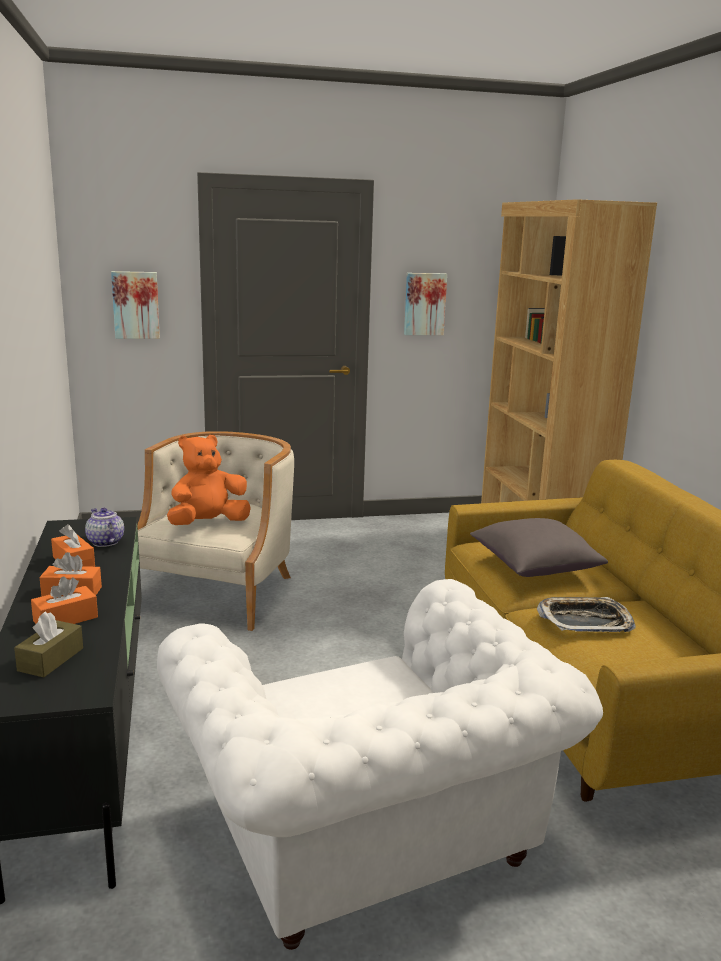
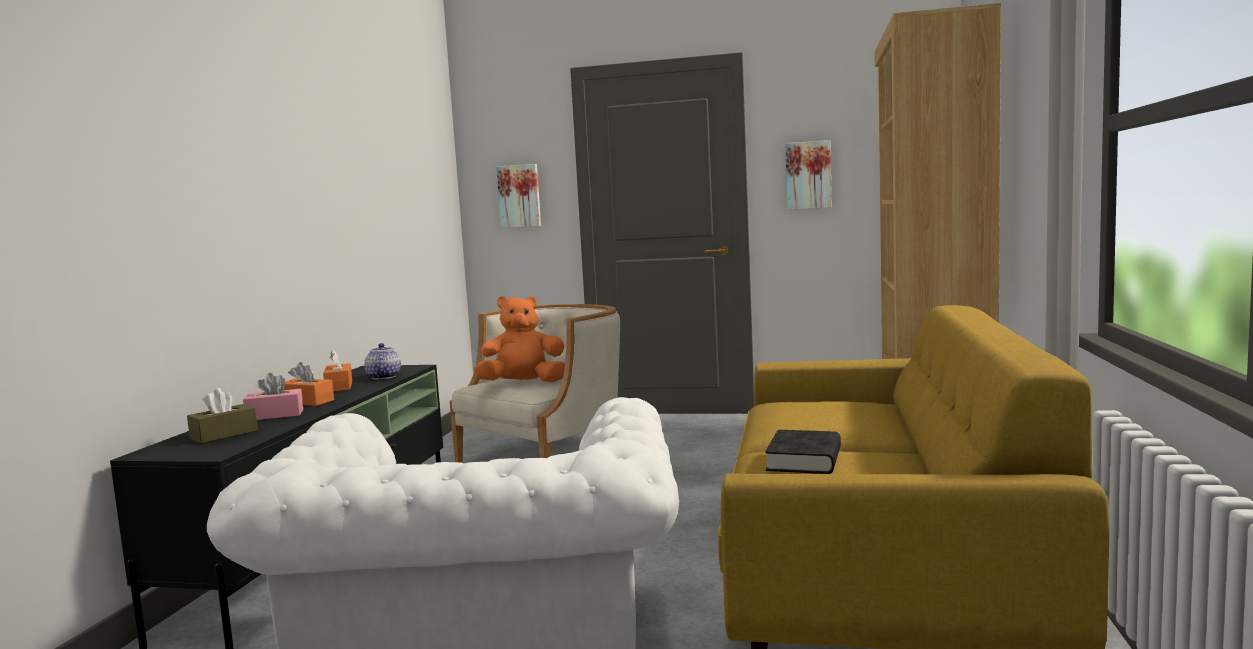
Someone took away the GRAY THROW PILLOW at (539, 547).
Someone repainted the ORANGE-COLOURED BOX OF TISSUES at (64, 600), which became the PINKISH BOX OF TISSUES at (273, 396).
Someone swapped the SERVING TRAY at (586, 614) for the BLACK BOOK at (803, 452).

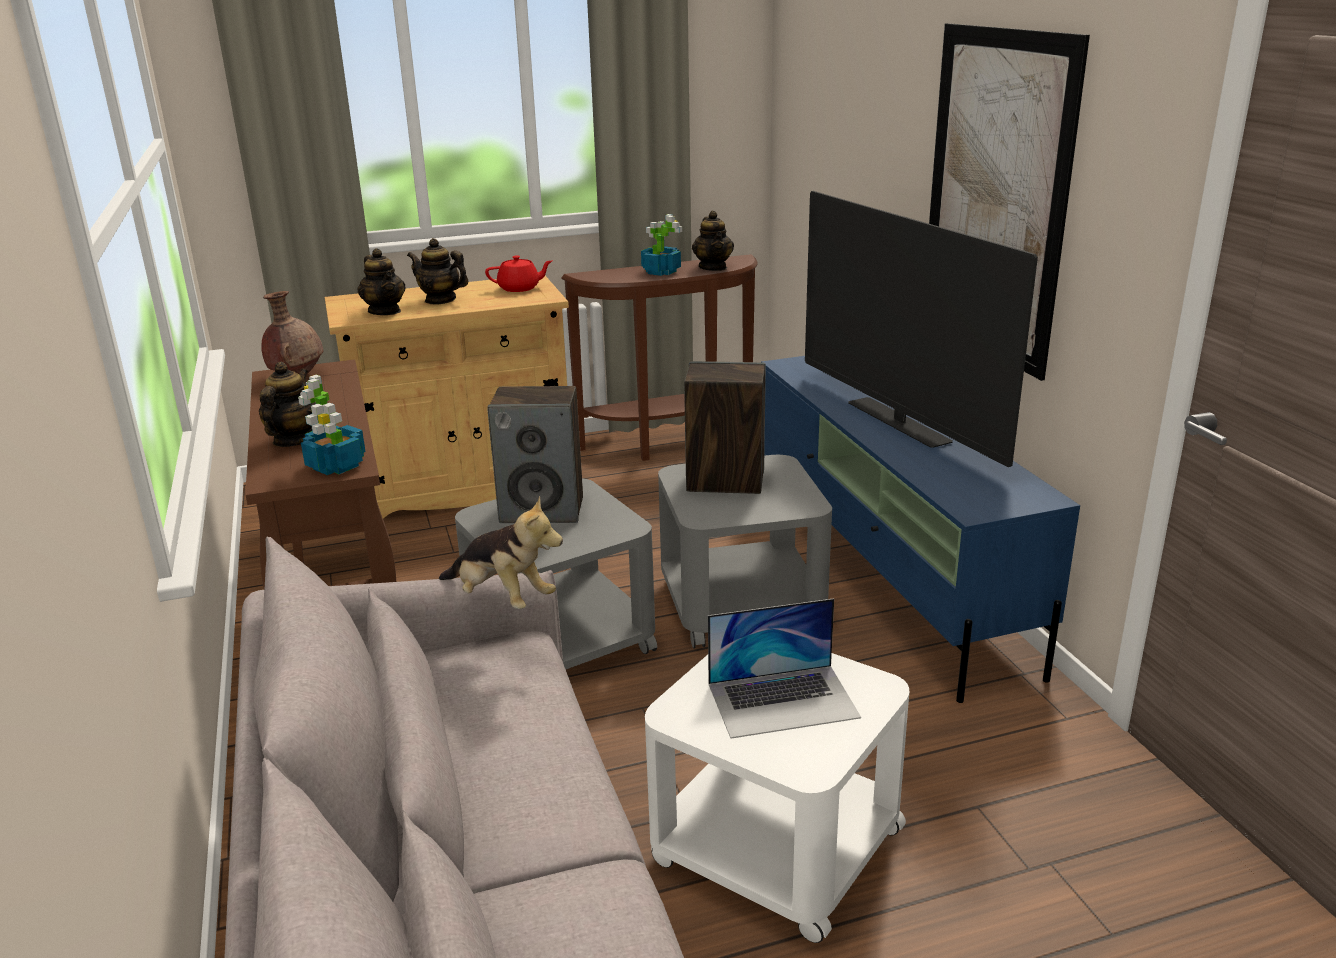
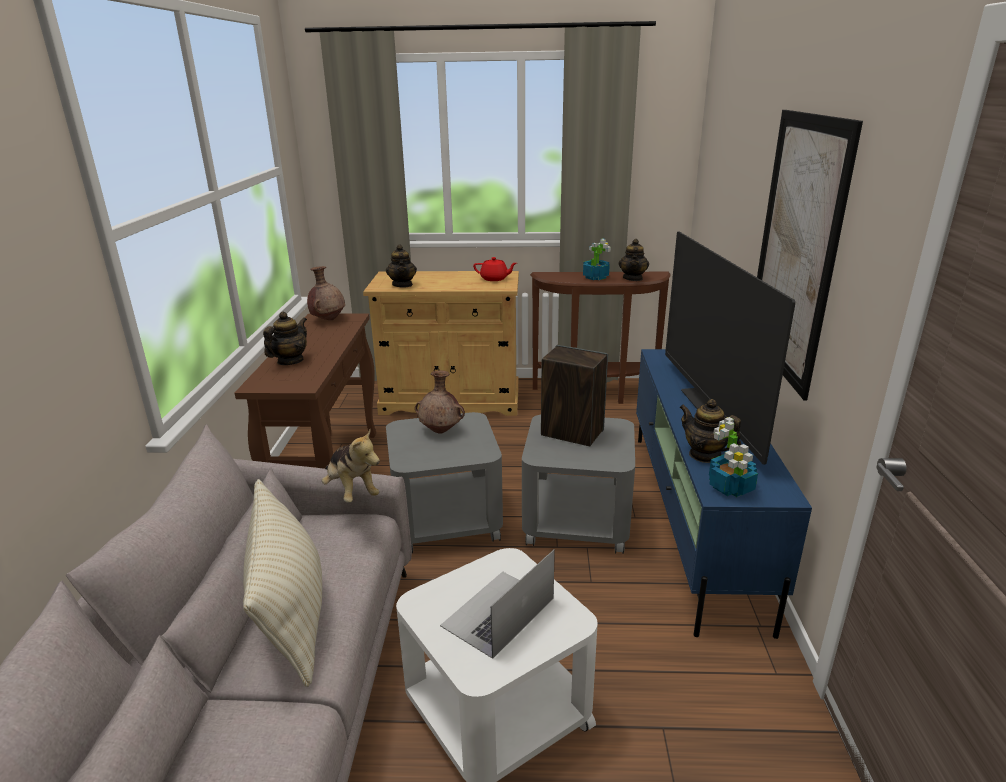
Someone carried the TEA POT from (437, 271) to (710, 431).
Someone carried the PLANT IN A POT from (332, 425) to (733, 457).
Someone swapped the AUDIO SPEAKER at (535, 454) for the BROWN-COLOURED DECORATIVE VASE at (440, 402).
Someone rotated the PORTABLE COMPUTER at (784, 668) by 120 degrees clockwise.
Someone put down the BEIGE-COLOURED THROW PILLOW at (282, 583).

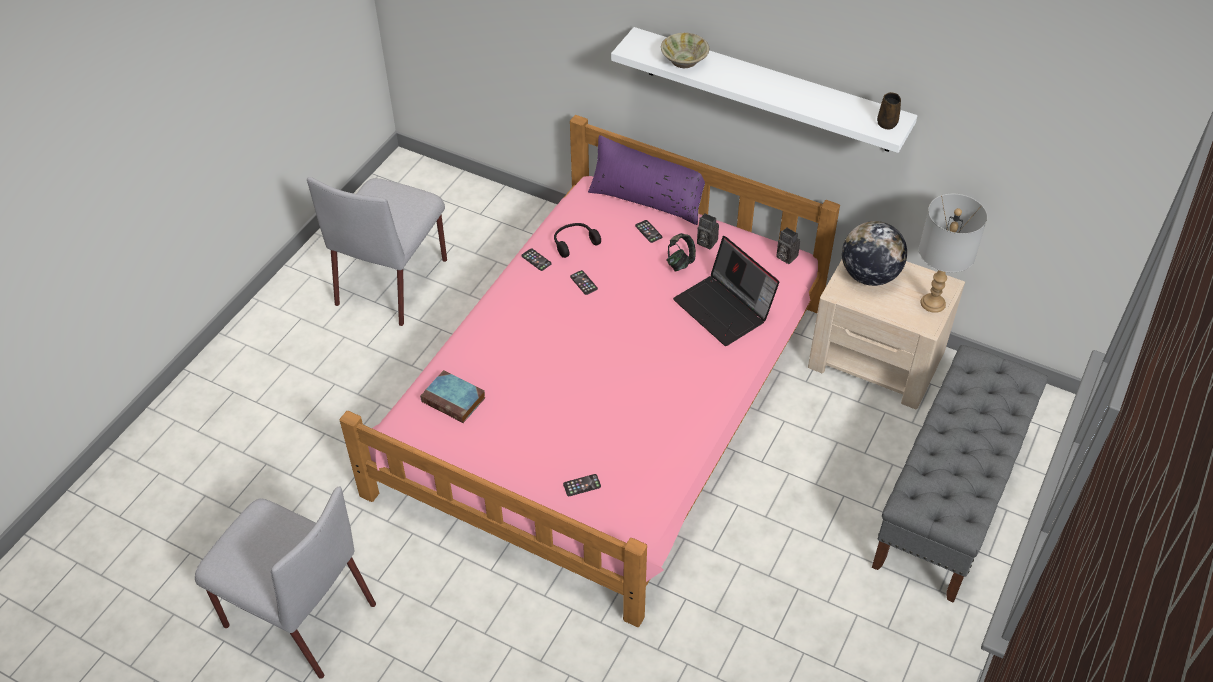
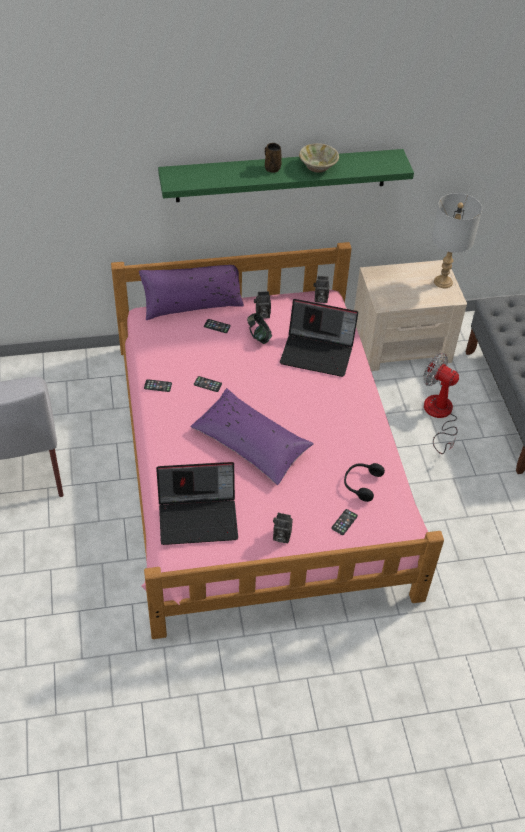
Someone repainted the WHITISH WALL SHELF at (764, 90), which became the GREEN-COLOURED WALL SHELF at (286, 175).
Someone carried the BEIGE-COLOURED SERVING BOWL from (685, 50) to (319, 157).
Someone carried the BROWN-COLOURED MUG from (889, 111) to (273, 158).
Someone took away the WORLD GLOBE at (874, 253).
Someone carried the BLACK PAIR OF HEADPHONES from (577, 240) to (364, 482).
Someone swapped the BOOK at (453, 396) for the PORTABLE COMPUTER at (197, 503).
Someone took away the GRAY PLAIN CHAIR at (285, 582).
Someone put down the FAN at (441, 403).
Someone put down the PURPLE THROW PILLOW at (252, 436).
Someone put down the PHOTO CAMERA at (283, 527).

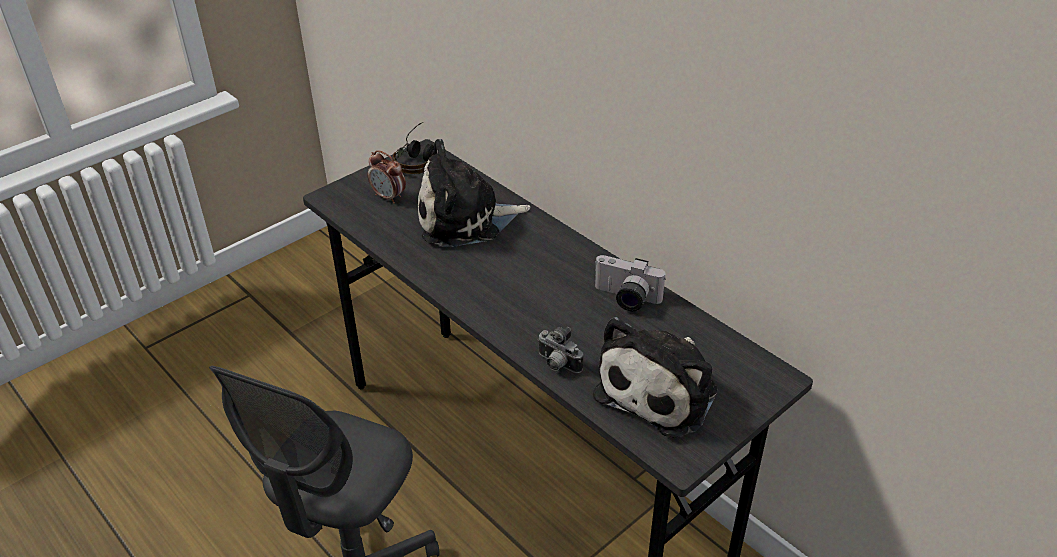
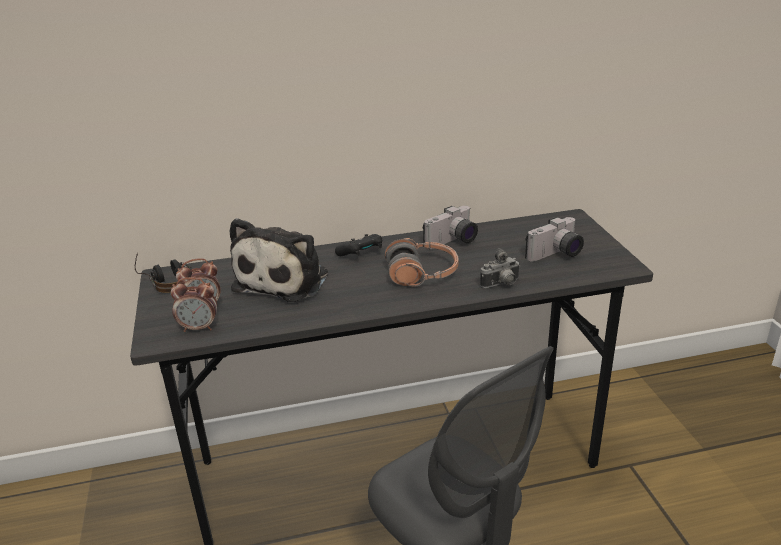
Someone swapped the CUDDLY TOY at (655, 377) for the PHOTO CAMERA at (554, 239).
Someone put down the BLACK GAME CONTROLLER at (358, 245).
Someone put down the PAIR OF HEADPHONES at (422, 262).
Someone put down the BEDSIDE CLOCK at (194, 304).

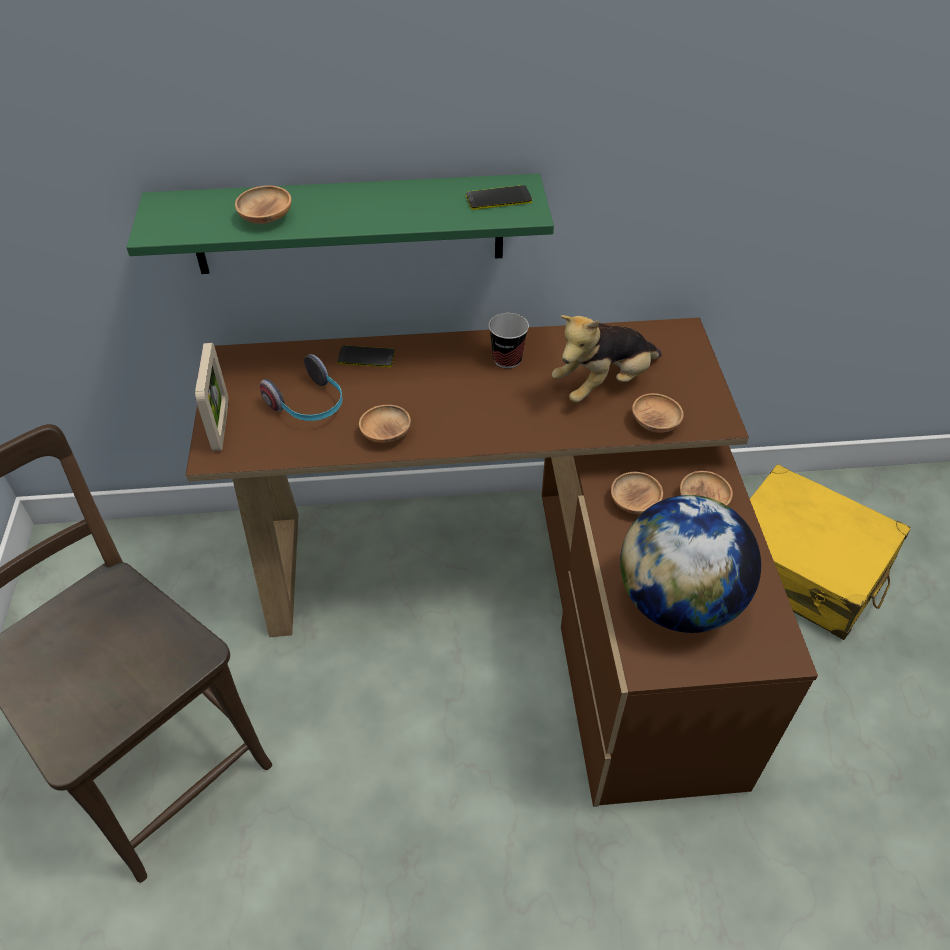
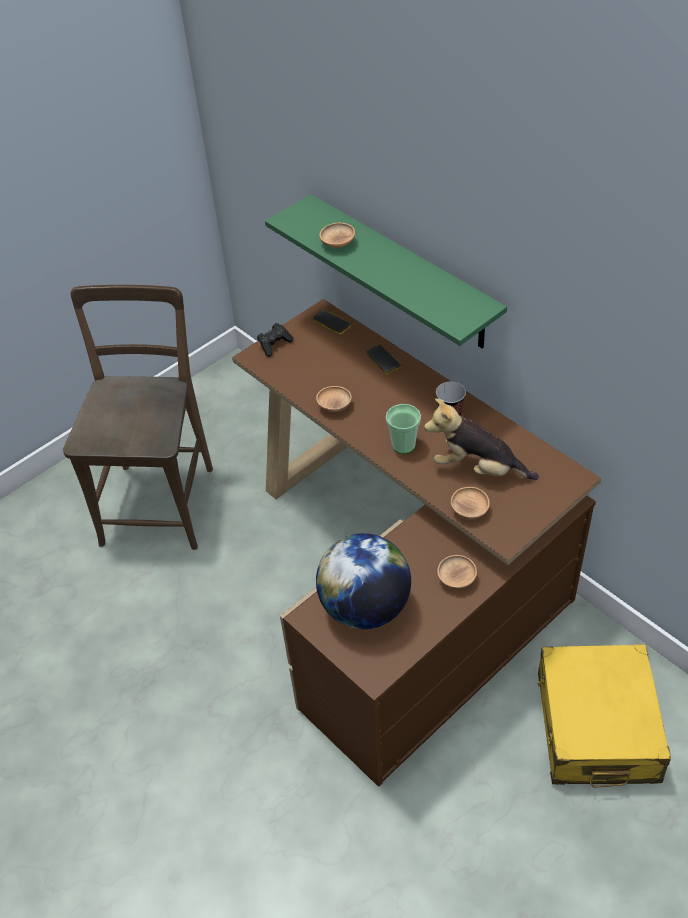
Someone carried the HANDSET from (499, 197) to (332, 322).
Someone swapped the PHOTO FRAME at (212, 397) for the BLACK GAME CONTROLLER at (275, 340).
Someone took away the PAIR OF HEADPHONES at (301, 387).
Someone took away the BROWN-COLOURED SERVING BOWL at (637, 493).
Someone put down the CUP at (403, 429).

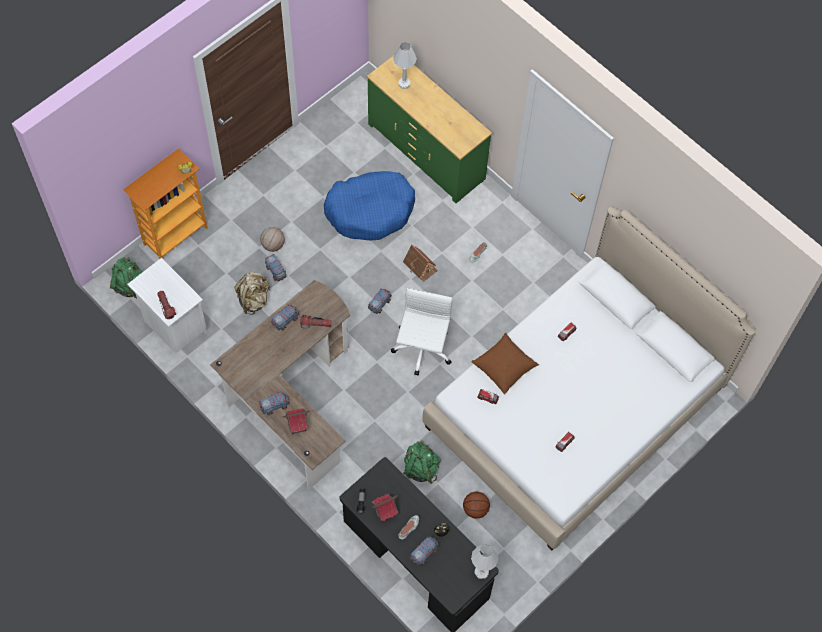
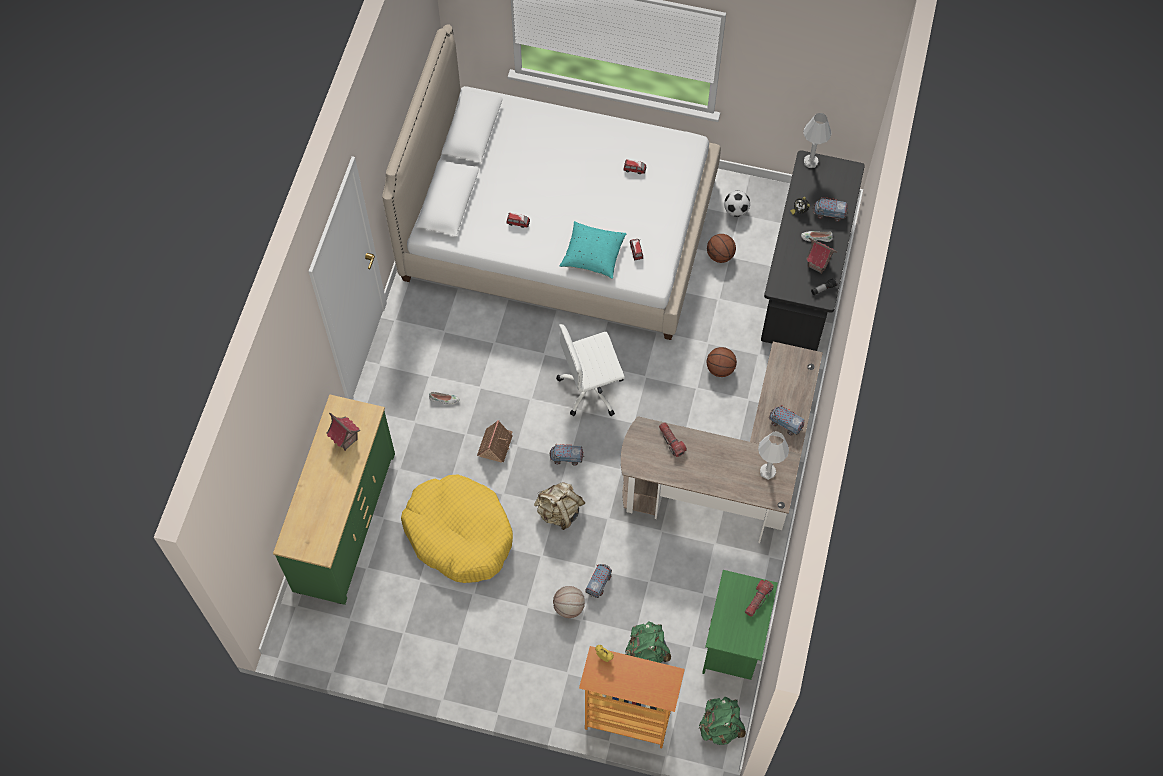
Someone carried the WHITISH LAMP FOR A TABLE from (405, 65) to (773, 456).
Someone repainted the BLUE-COLOURED DOG BED at (369, 205), which became the YELLOW DOG BED at (457, 529).
Someone repainted the WHITISH NIGHTSTAND at (167, 305), which became the GREEN-COLOURED NIGHTSTAND at (740, 625).
Someone carried the BEIGE-COLOURED RUCKSACK from (252, 293) to (560, 506).
Someone took away the TOY TRUCK at (285, 317).
Someone repainted the BROWN-COLOURED THROW PILLOW at (505, 364), which became the BLUE-GREEN THROW PILLOW at (593, 250).
Someone carried the MODEL HOUSE from (296, 421) to (343, 431).
Someone carried the GREEN-COLOURED RUCKSACK from (421, 462) to (648, 642).
Someone put down the FOOTBALL BALL at (737, 204).
Someone put down the BASKETBALL BALL at (722, 362).

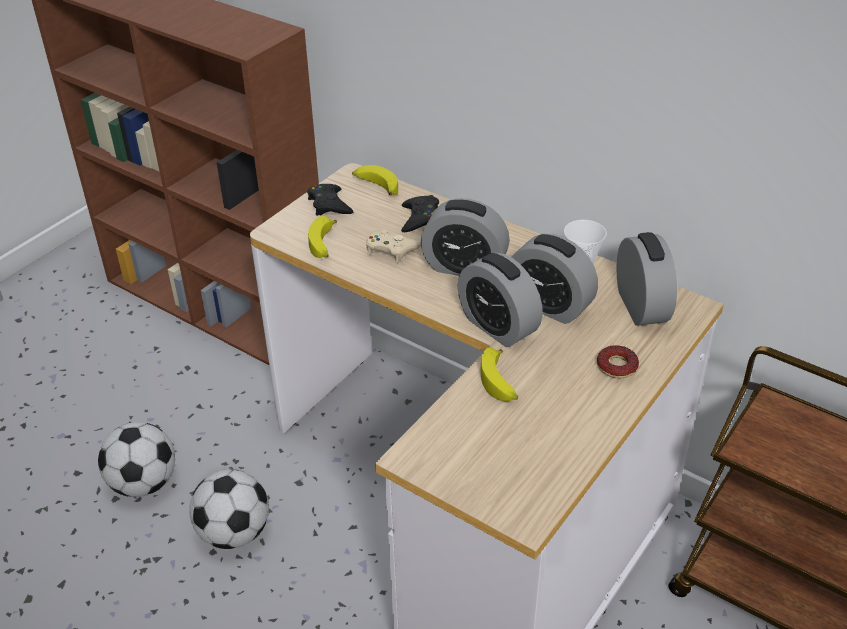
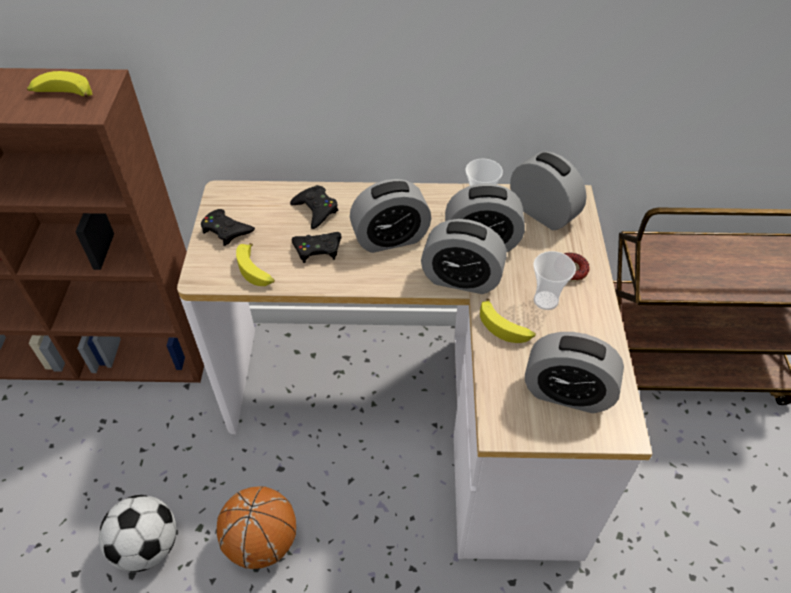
Someone carried the BANANA from (375, 180) to (59, 84).
Someone repainted the BEIGE-COLOURED GAME CONTROLLER at (393, 246), which became the BLACK GAME CONTROLLER at (316, 247).
Someone swapped the FOOTBALL BALL at (229, 509) for the BASKETBALL BALL at (256, 527).
Someone put down the CUP at (554, 280).
Someone put down the BEDSIDE CLOCK at (574, 372).

